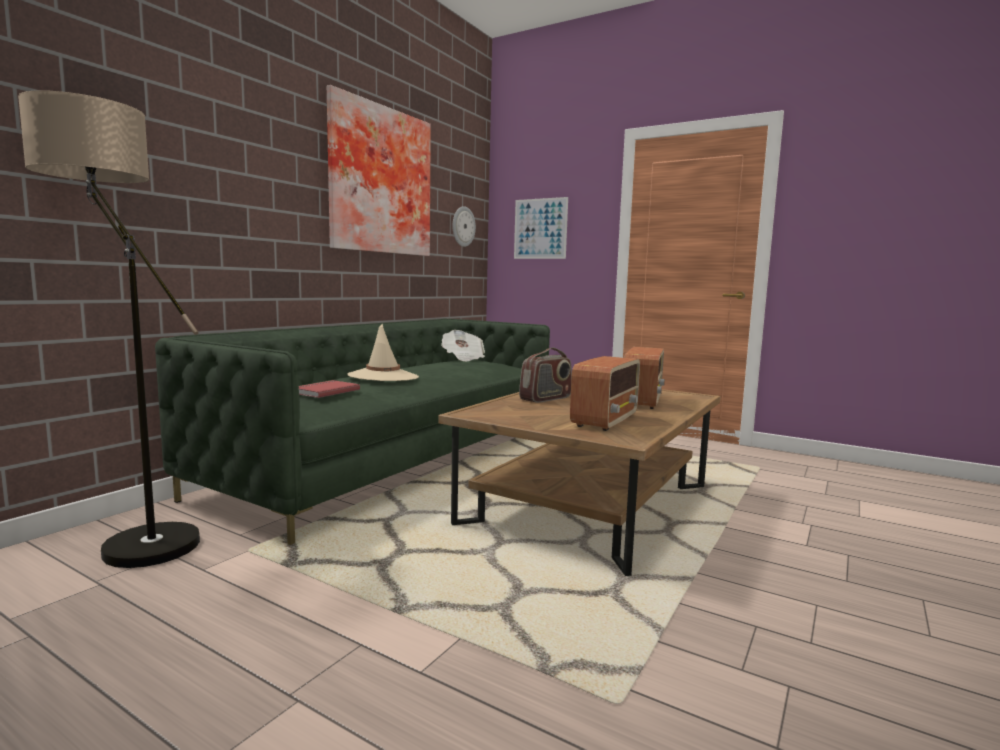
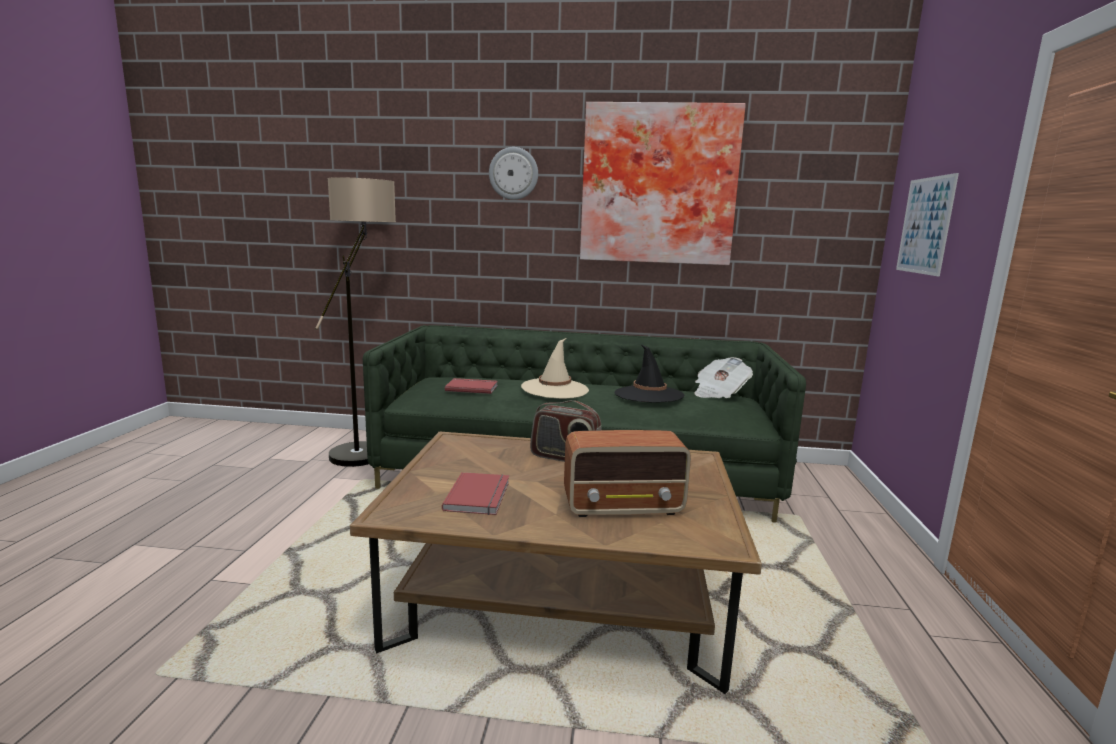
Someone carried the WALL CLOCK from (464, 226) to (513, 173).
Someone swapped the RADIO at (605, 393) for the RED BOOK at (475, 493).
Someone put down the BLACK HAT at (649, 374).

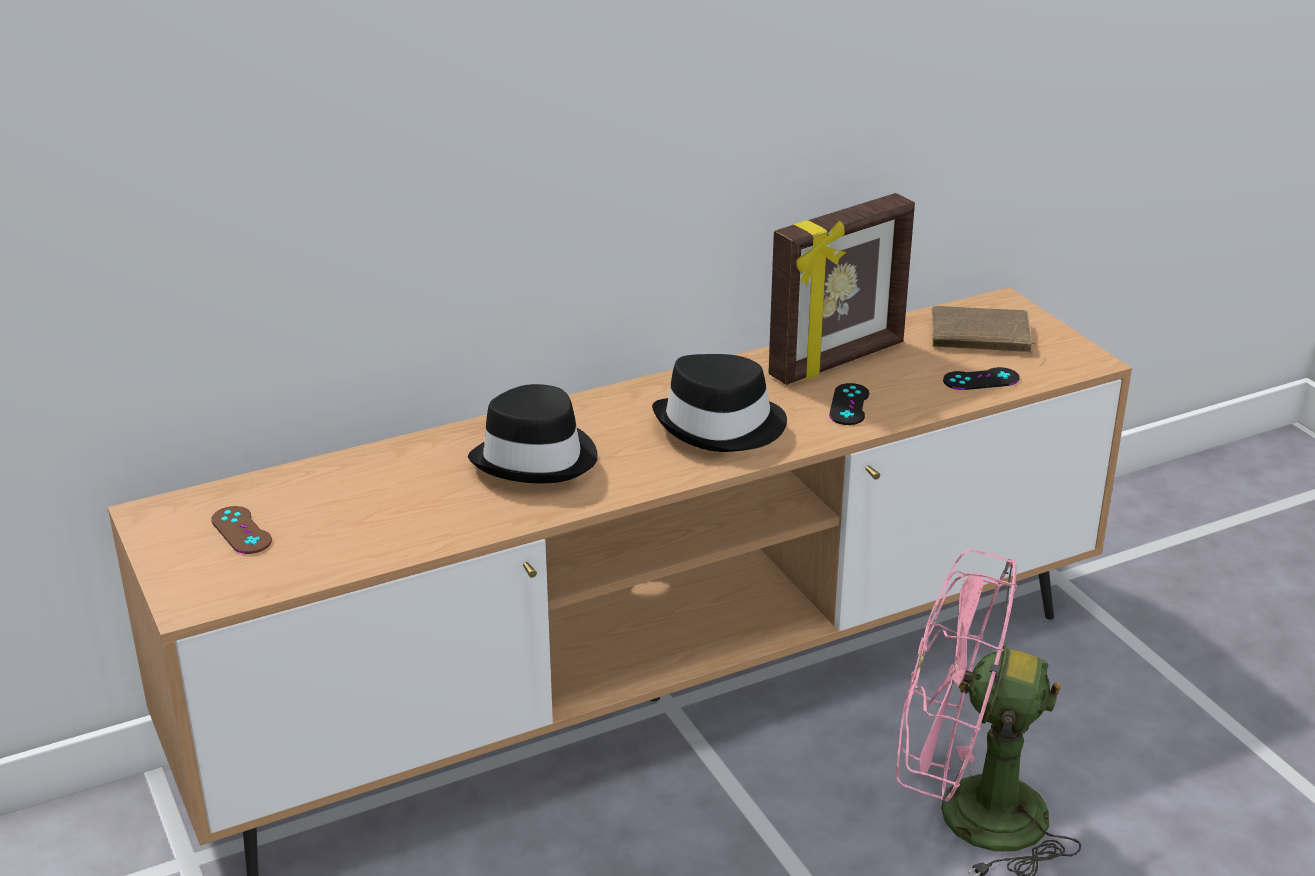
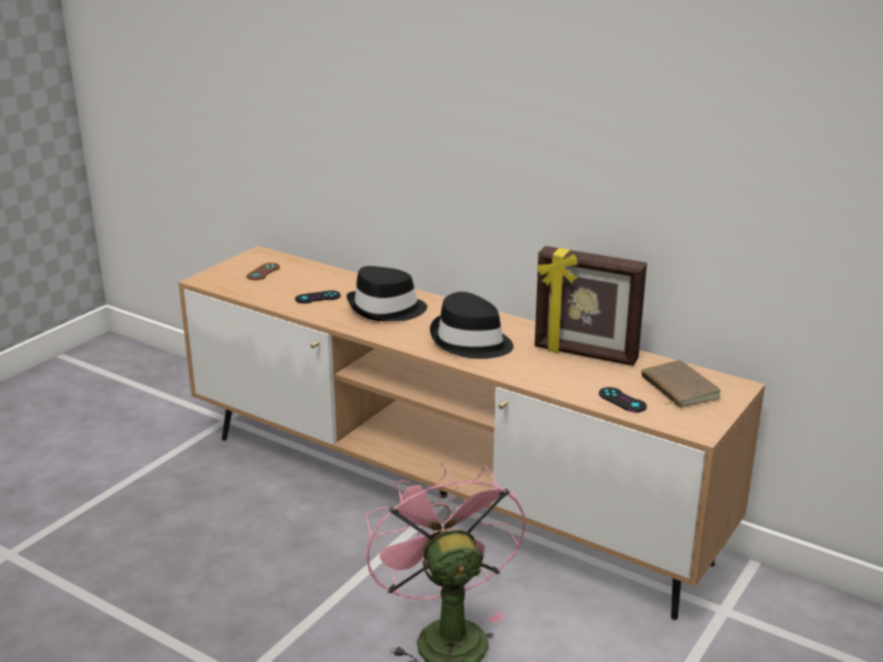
Someone carried the BLACK GAME CONTROLLER from (849, 404) to (318, 297).

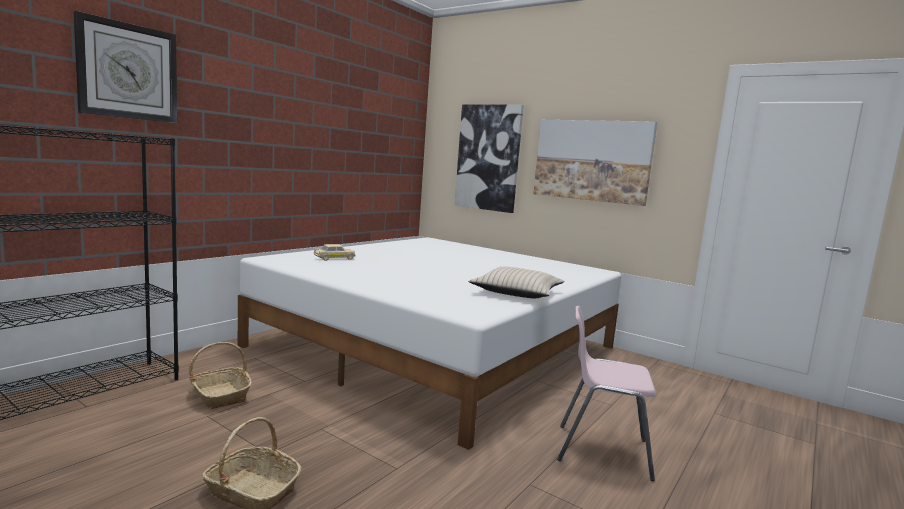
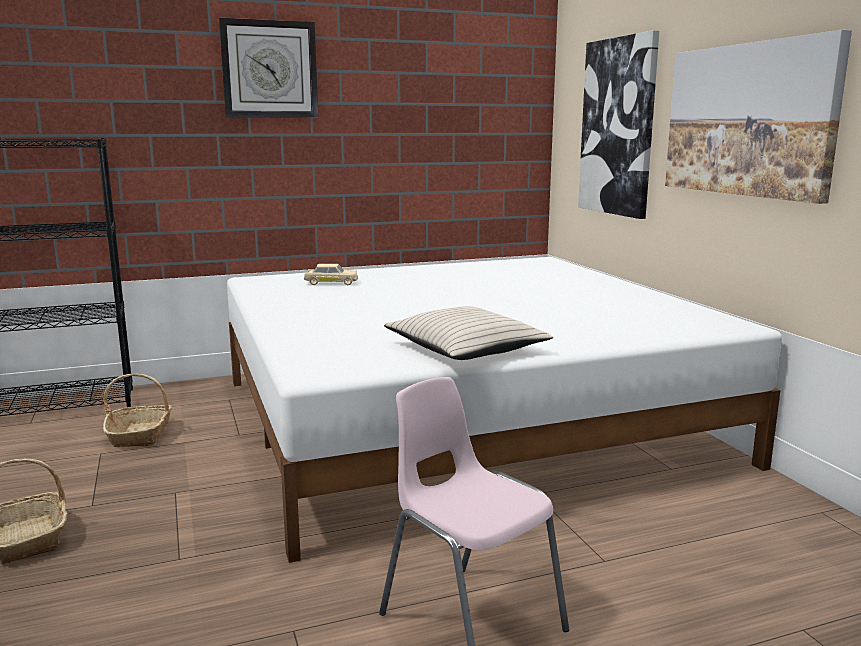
Someone carried the WALL CLOCK from (125, 67) to (268, 68).

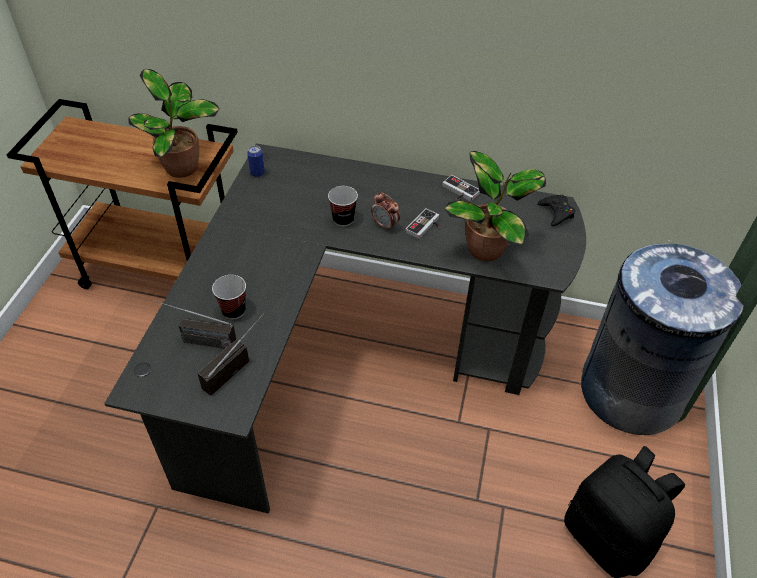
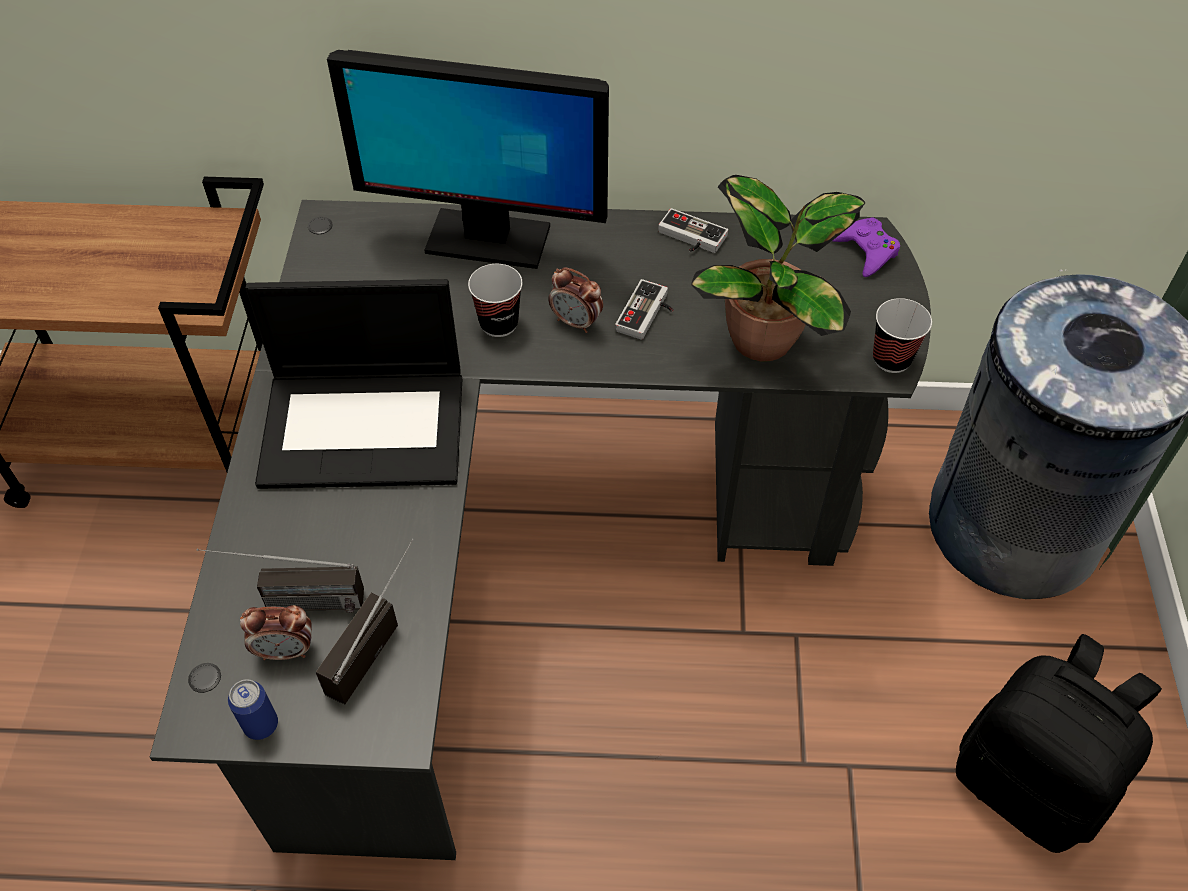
Someone took away the PLANT IN A POT at (173, 123).
Someone carried the CAN from (256, 161) to (253, 709).
Someone repainted the BLACK GAME CONTROLLER at (556, 210), which became the PURPLE GAME CONTROLLER at (866, 247).
Someone carried the CUP from (229, 297) to (902, 335).
Someone put down the MONITOR at (468, 159).
Someone put down the PORTABLE COMPUTER at (353, 384).
Someone put down the BEDSIDE CLOCK at (276, 632).

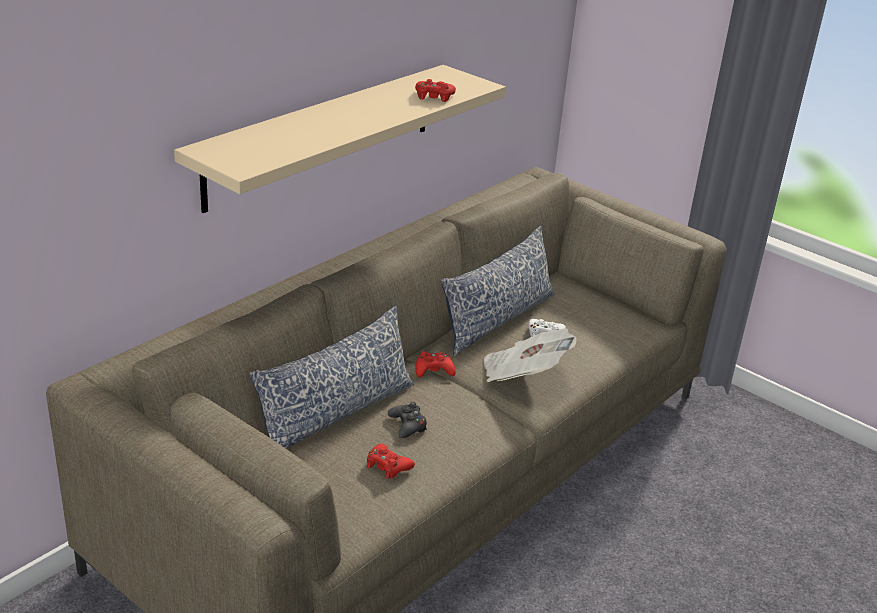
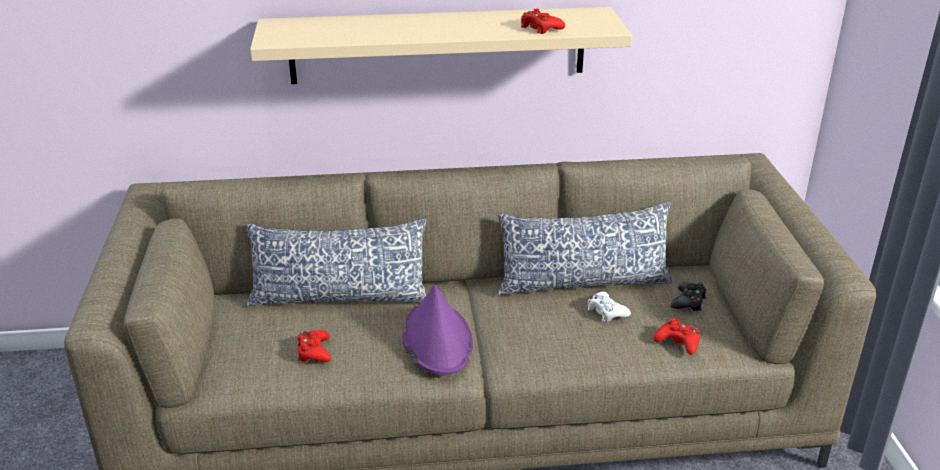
Someone took away the PRINTED PAPER at (530, 355).
Someone carried the RED GAME CONTROLLER from (435, 364) to (677, 336).
Someone carried the BLACK GAME CONTROLLER from (407, 420) to (688, 296).
Someone put down the PURPLE HAT at (437, 330).

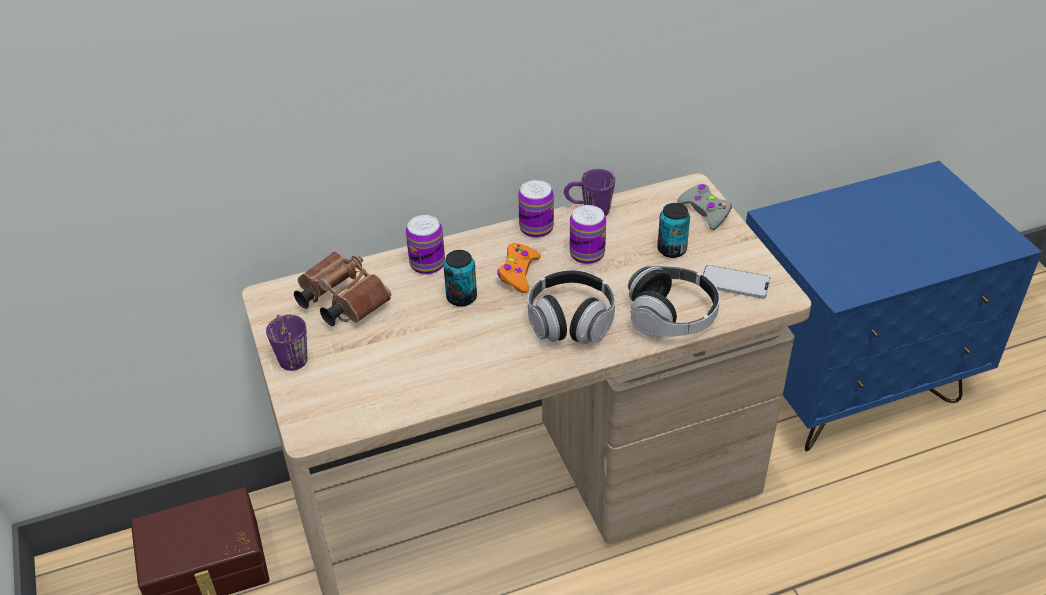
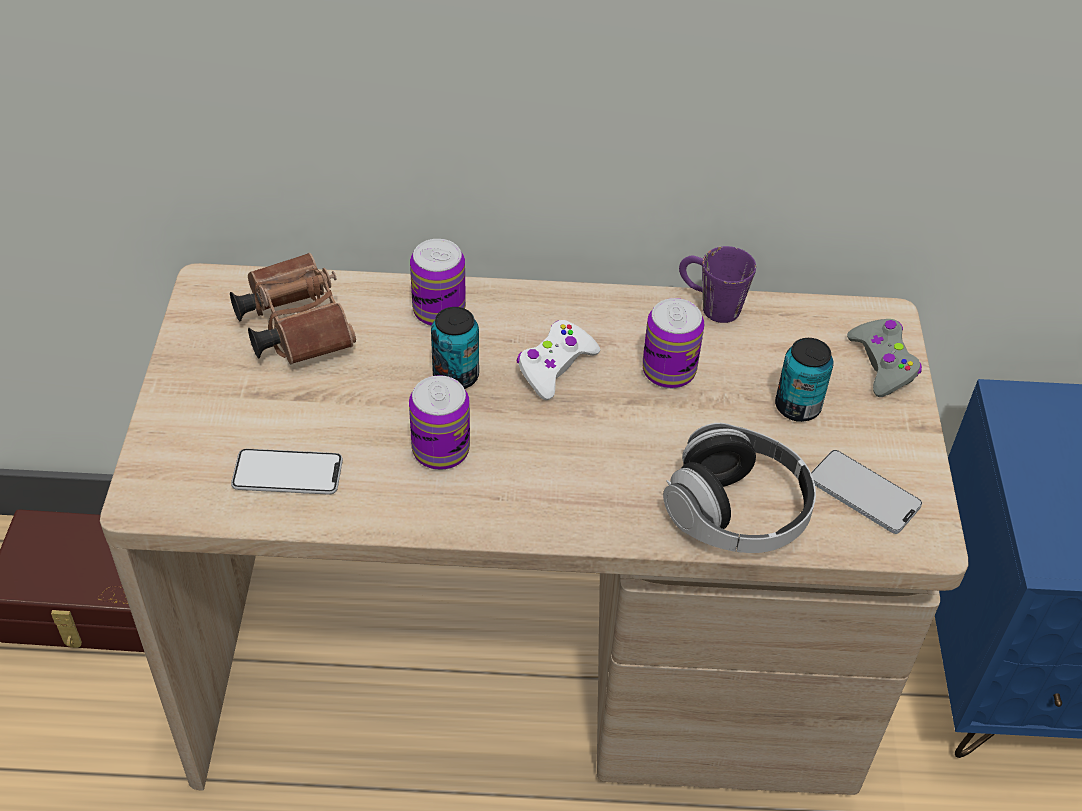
Someone carried the CAN from (536, 209) to (439, 422).
Someone repainted the ORANGE-COLOURED GAME CONTROLLER at (519, 268), which became the WHITISH GAME CONTROLLER at (558, 360).
Someone took away the PAIR OF HEADPHONES at (571, 307).
Someone took away the PURPLE MUG at (286, 342).
Someone put down the HANDSET at (287, 472).

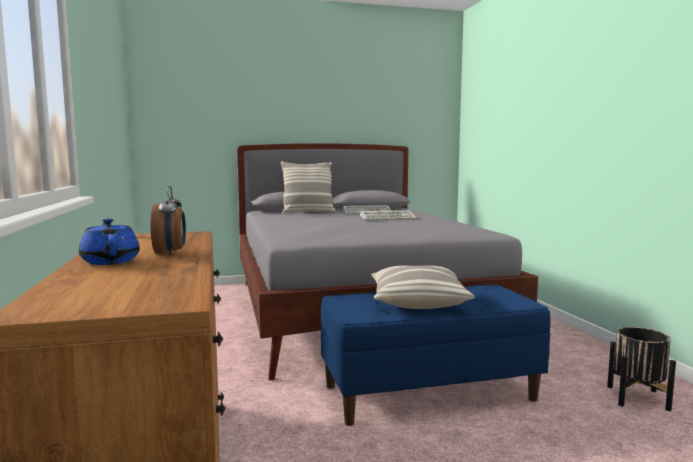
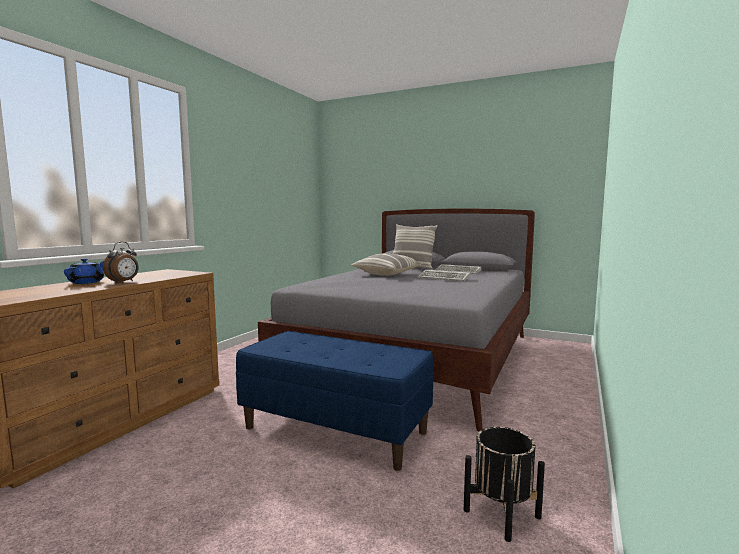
Someone carried the THROW PILLOW from (423, 287) to (387, 264).

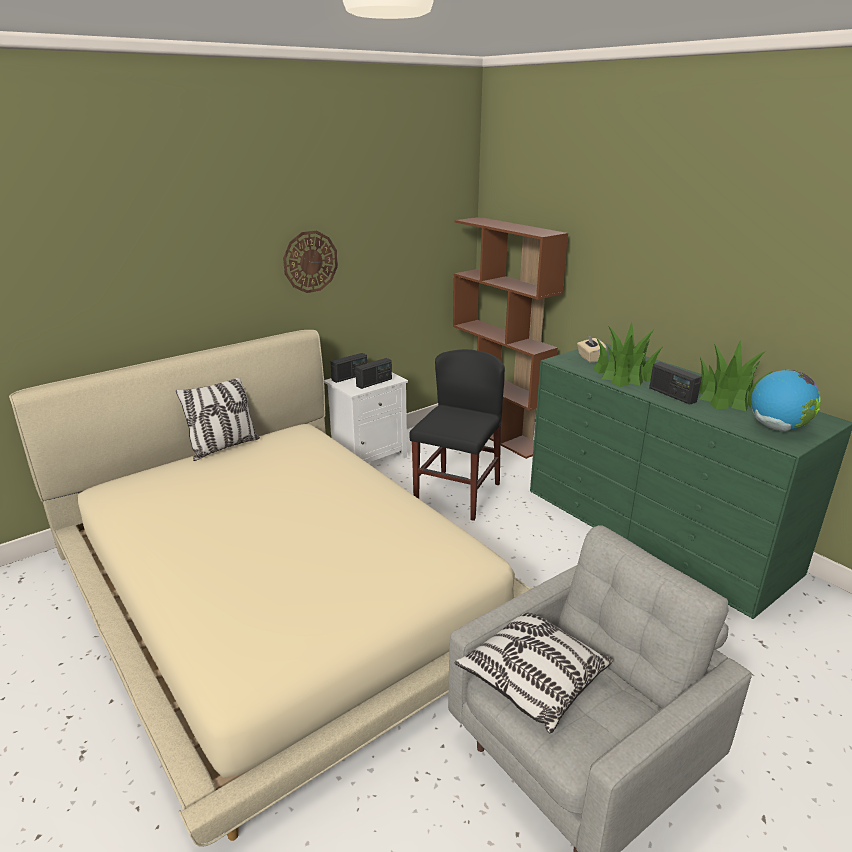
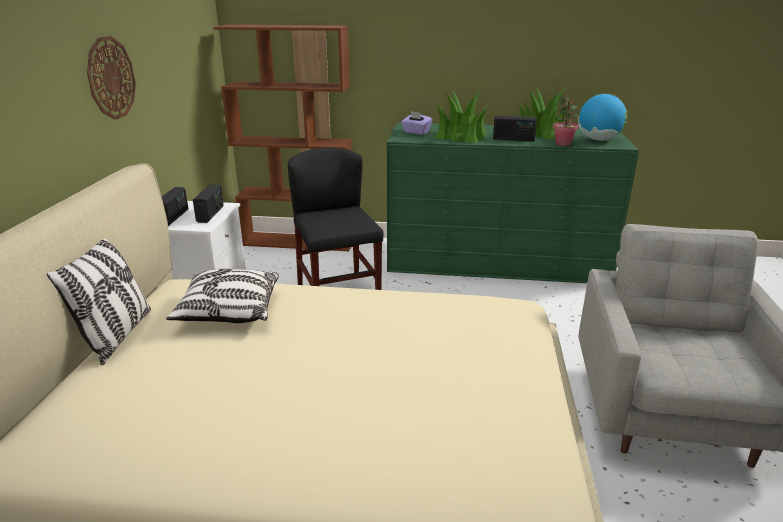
Someone repainted the BEIGE-COLOURED BOX OF TISSUES at (592, 349), which became the PURPLE BOX OF TISSUES at (416, 123).
Someone carried the THROW PILLOW from (534, 673) to (222, 296).
Someone put down the PLANT IN A POT at (565, 121).

